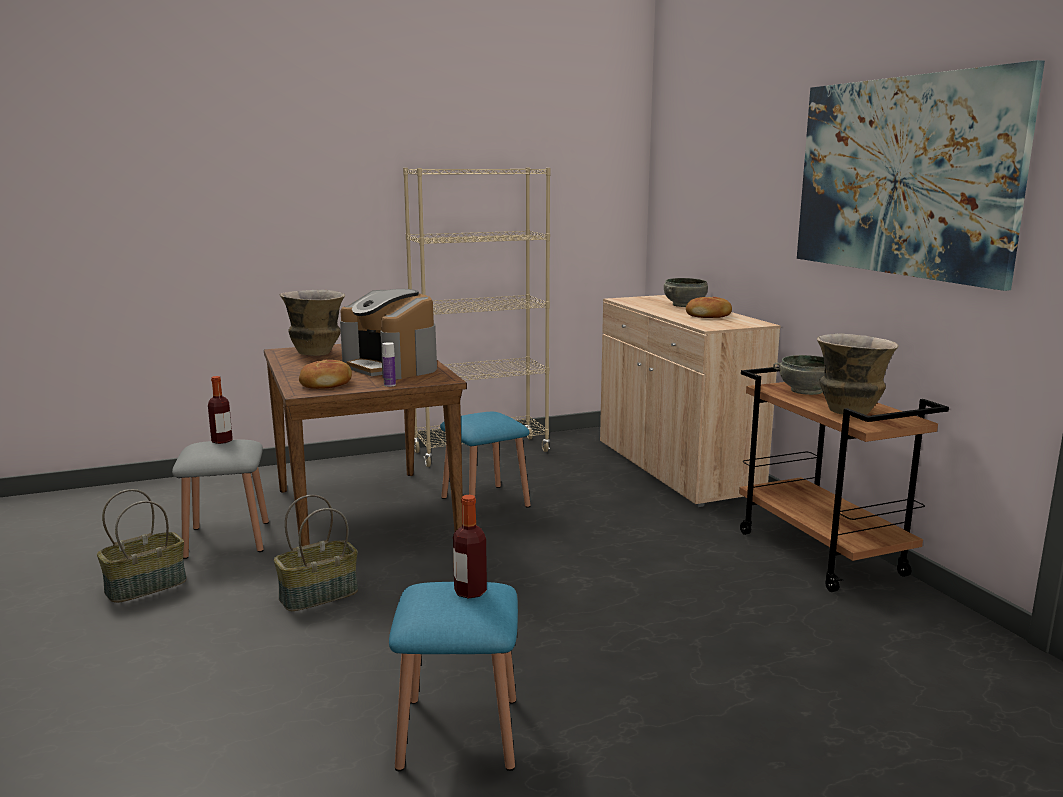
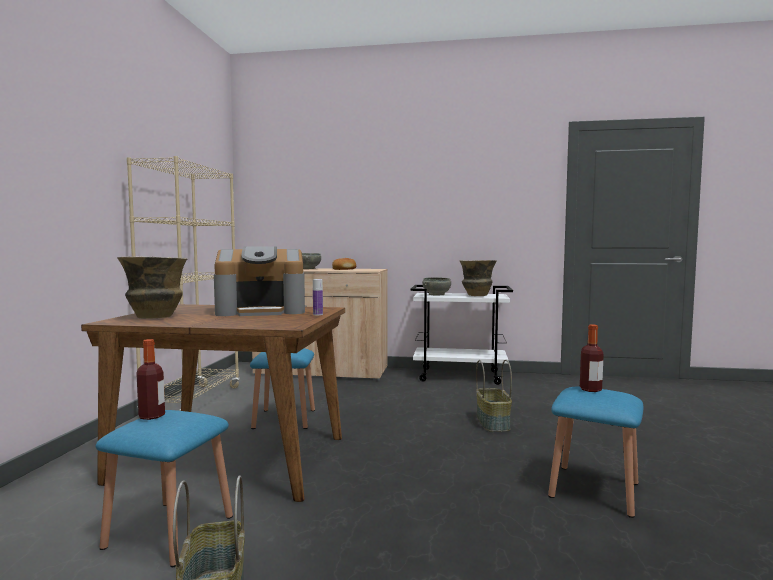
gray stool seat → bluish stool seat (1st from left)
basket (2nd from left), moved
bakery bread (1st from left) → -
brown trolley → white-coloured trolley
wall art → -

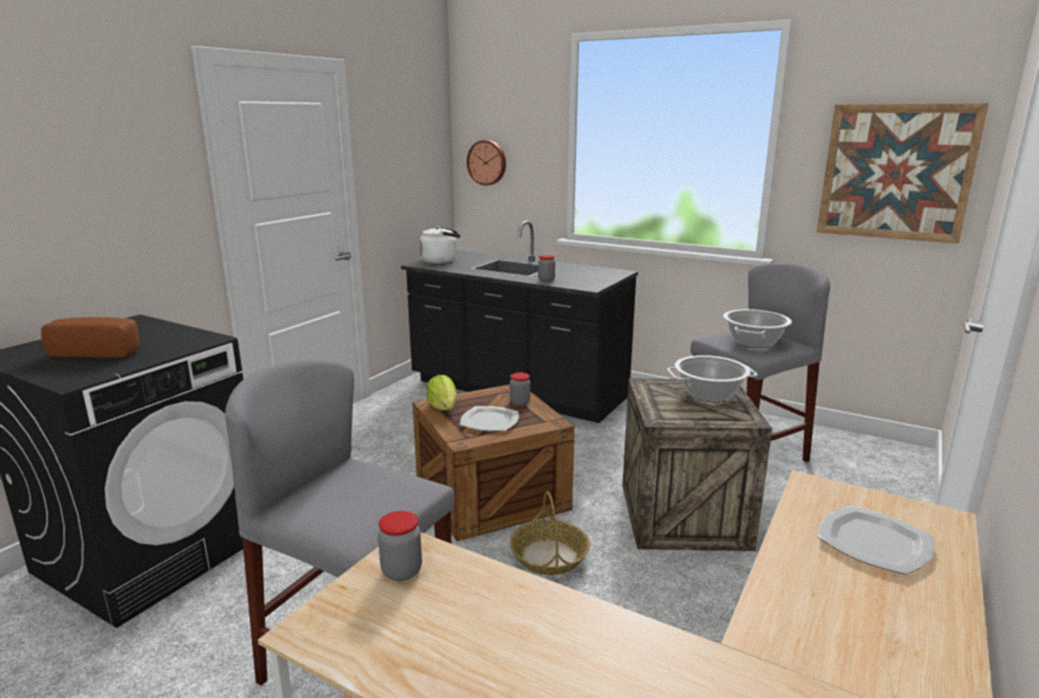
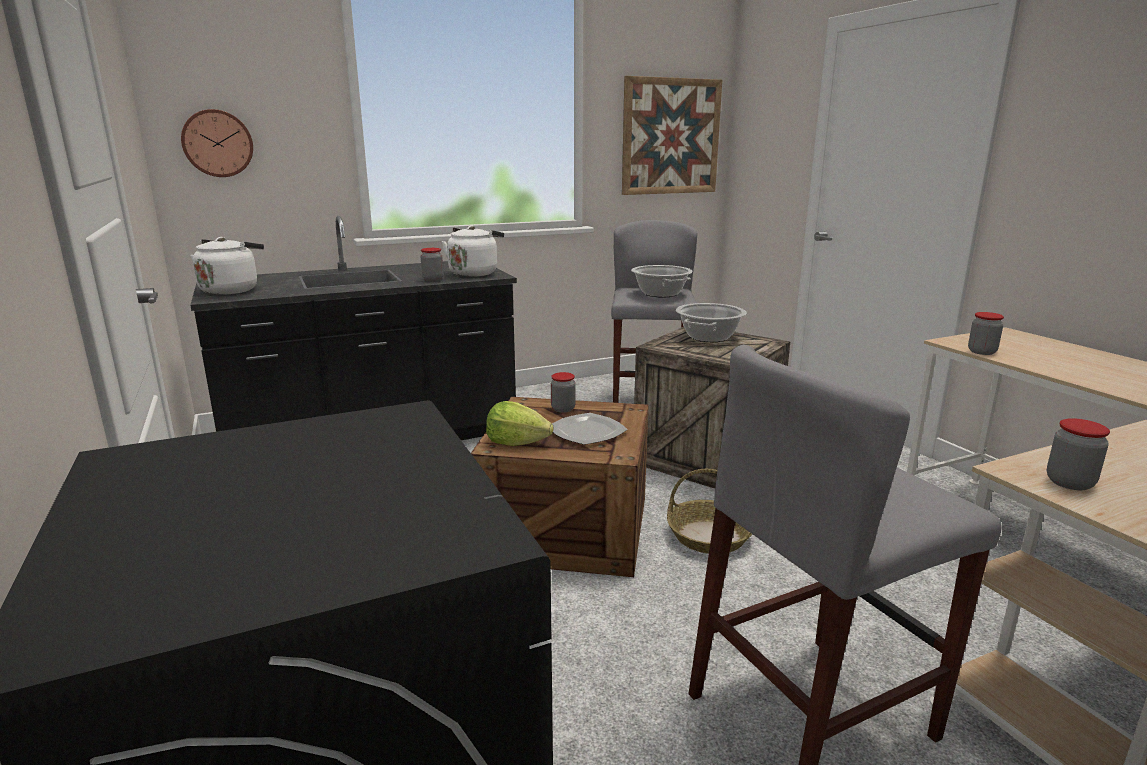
bakery bread → -
plate (2nd from left) → -
- → white-coloured kettle (2nd from left)
- → storage jar (3rd from left)

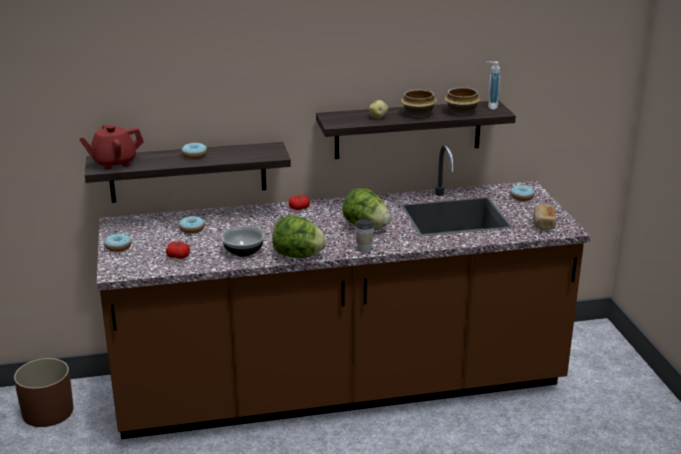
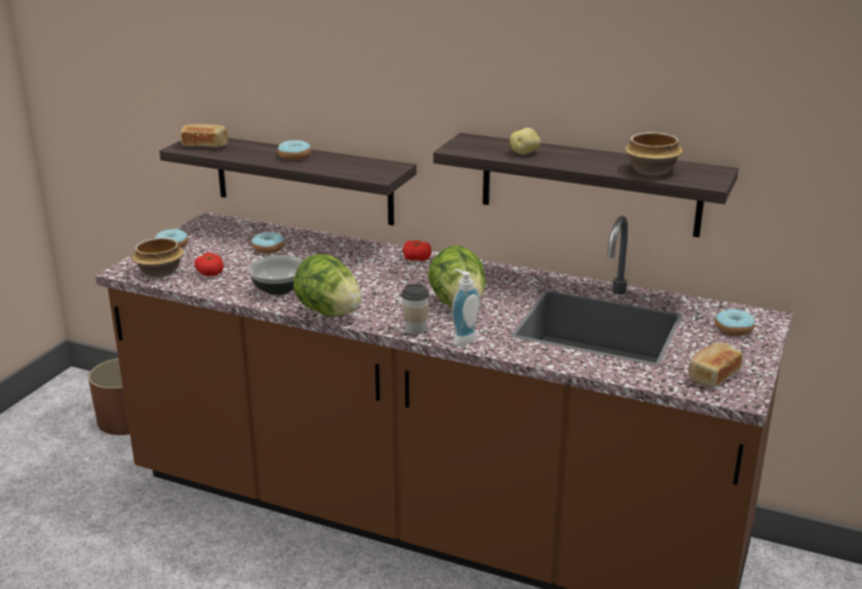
reddish teapot → bakery bread (1st from left)
serving bowl (2nd from left in the first image) → serving bowl (1st from left), moved
soap bottle, moved

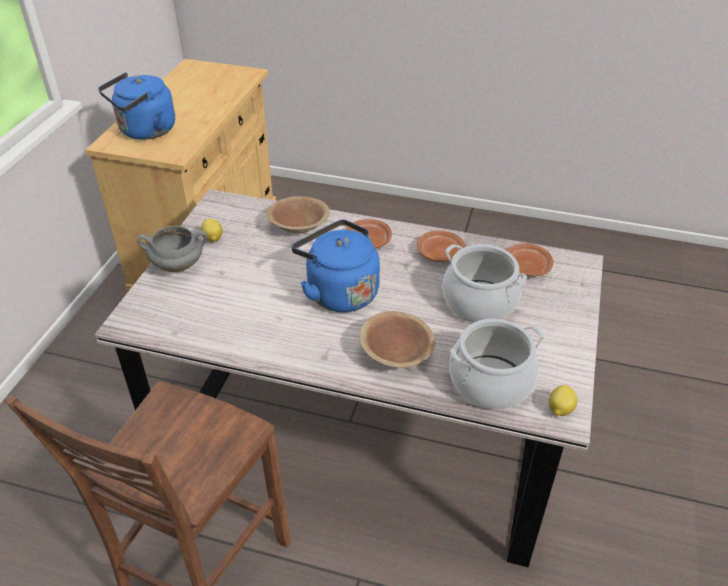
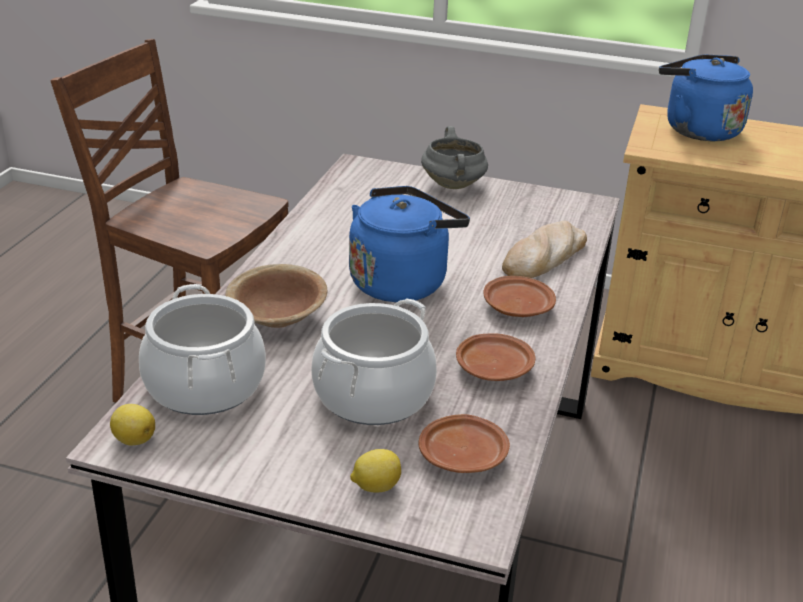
lemon (1st from left in the first image) → lemon (2nd from left), moved
brown serving bowl (1st from left) → bakery bread

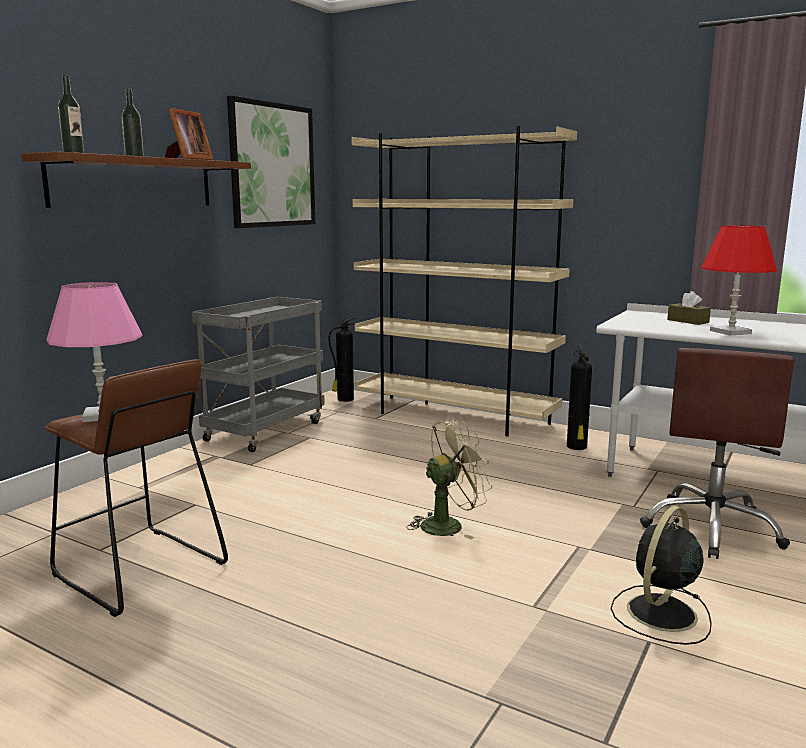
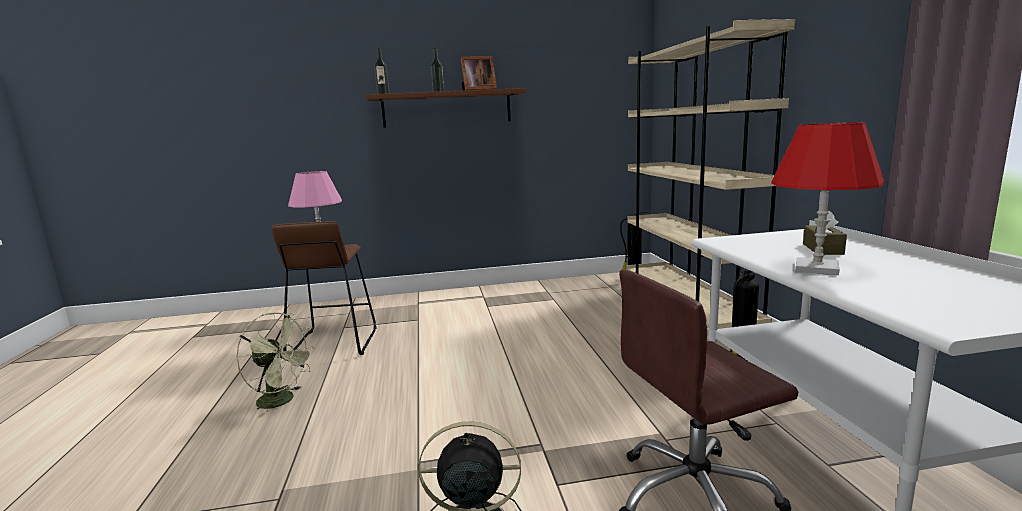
gray trolley → -
wall art → -
green electric fan, moved

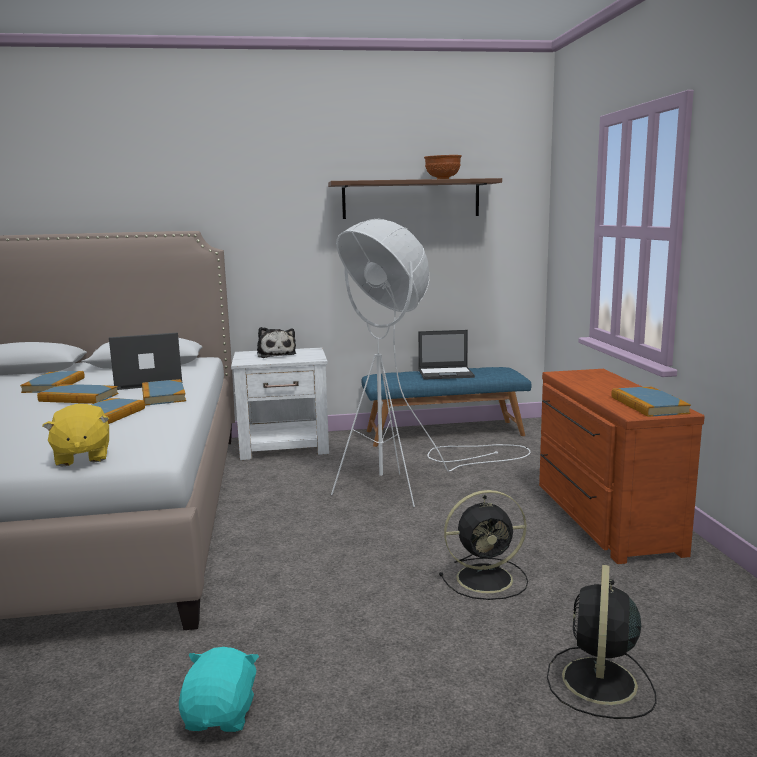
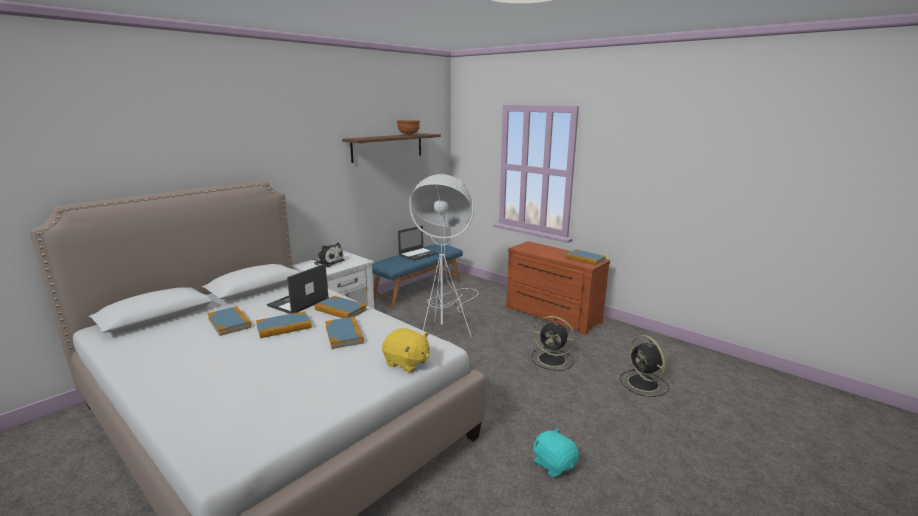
black-coloured electric fan (1st from left), 75 degrees clockwise

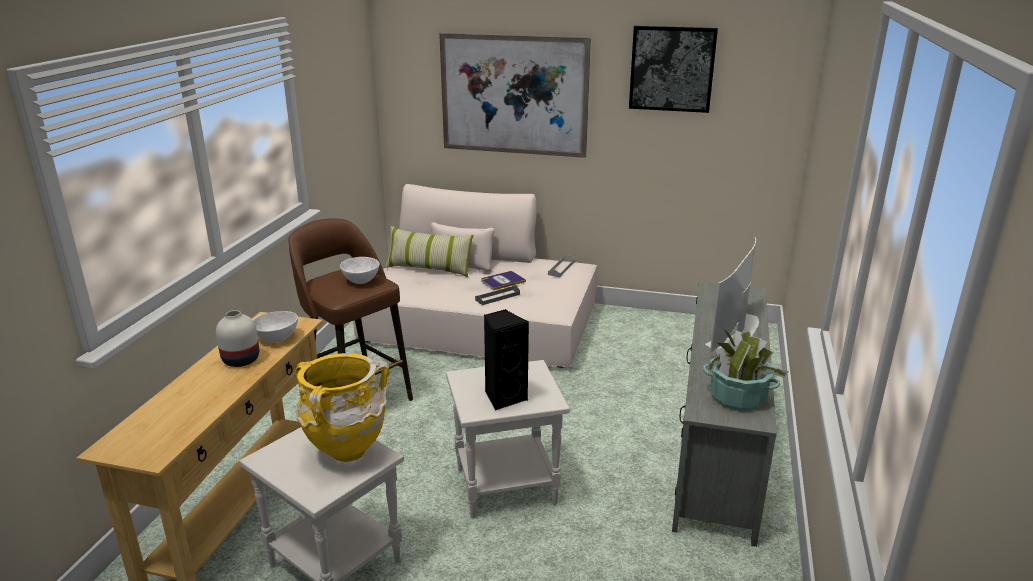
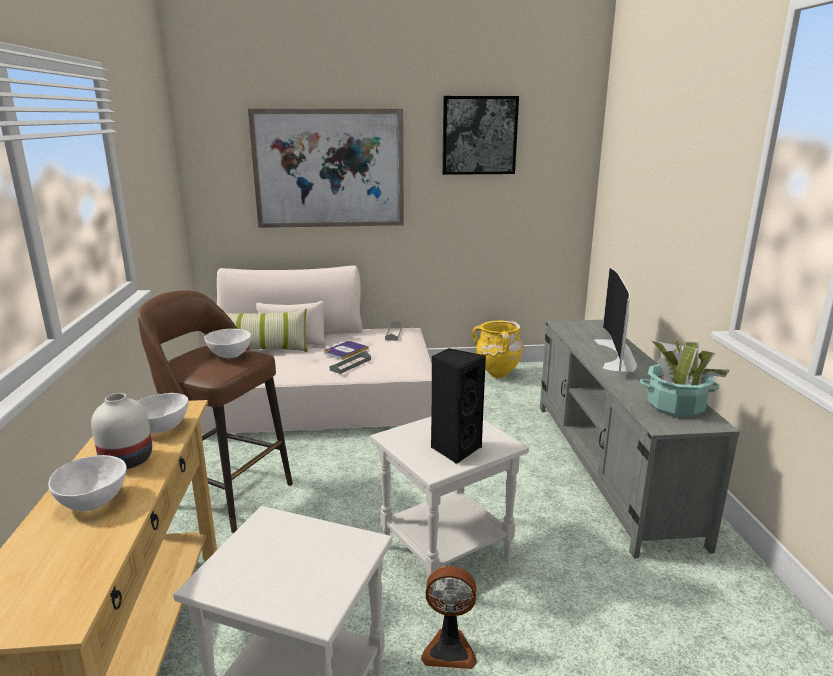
yellowish flower vase, moved
- → white-coloured serving bowl (1st from left)
- → electric fan

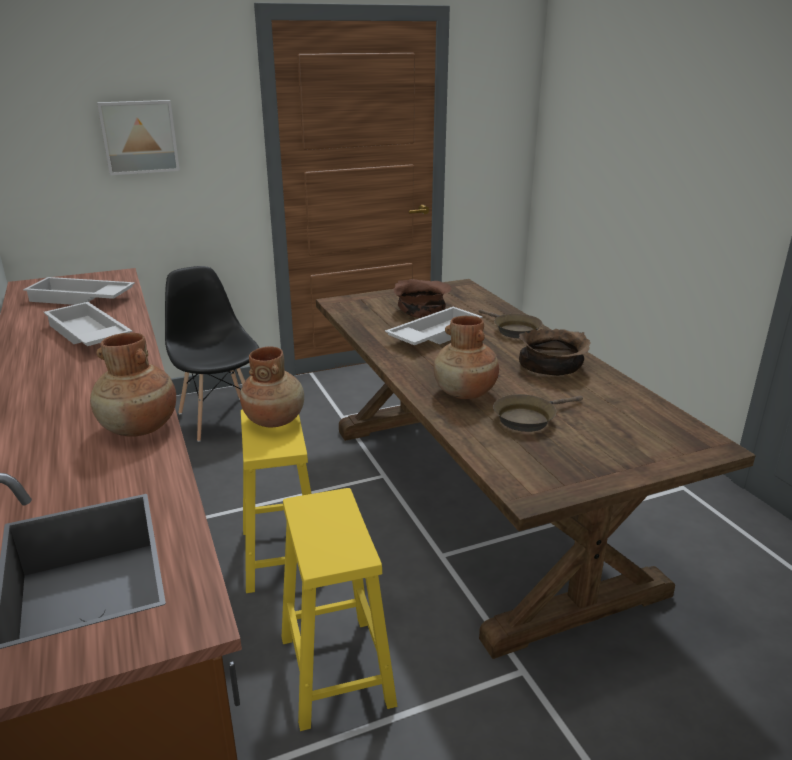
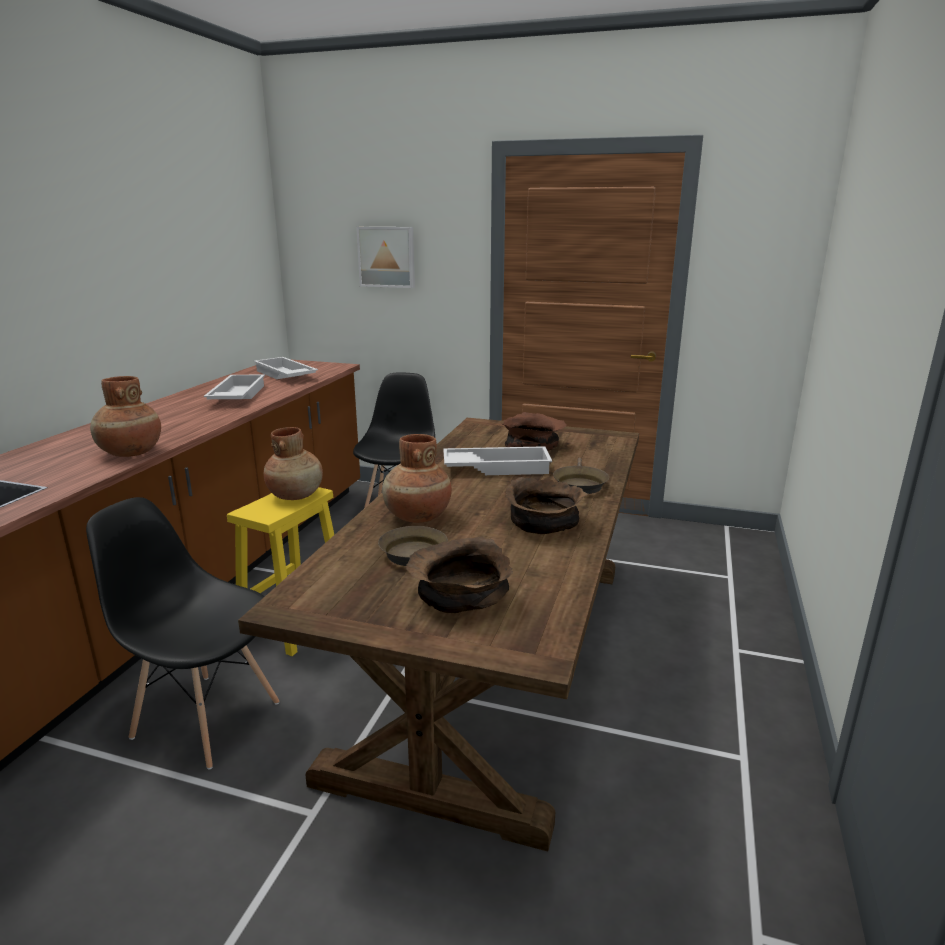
yellowish stool seat (2nd from left) → black-coloured plain chair (1st from left)
- → brown serving bowl (1st from left)

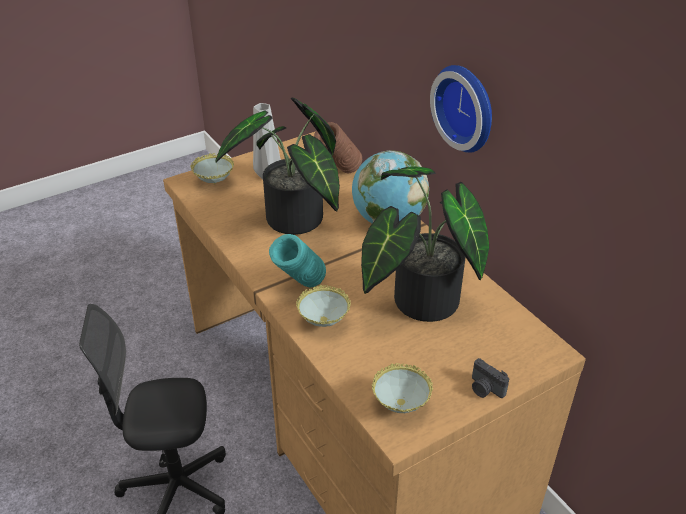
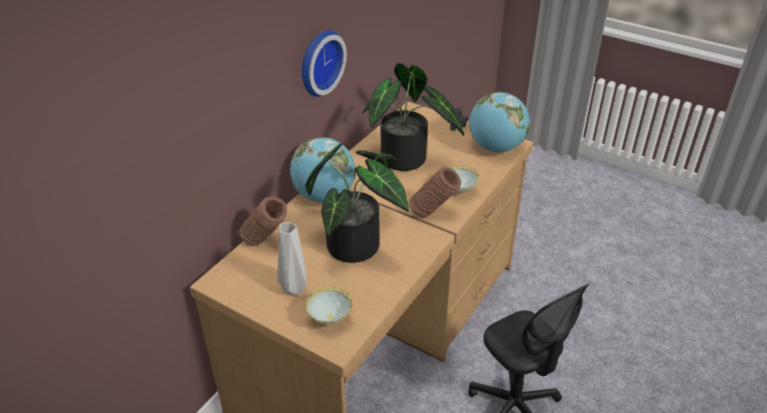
turquoise-coloured flower vase → brown flower vase (2nd from left)
serving bowl (3rd from left) → desk globe (2nd from left)

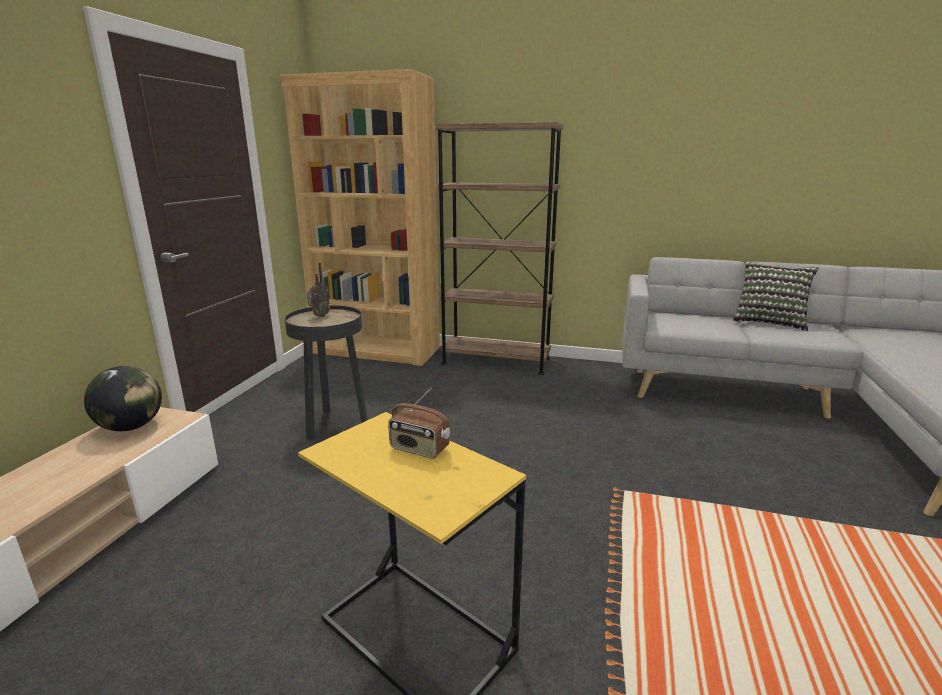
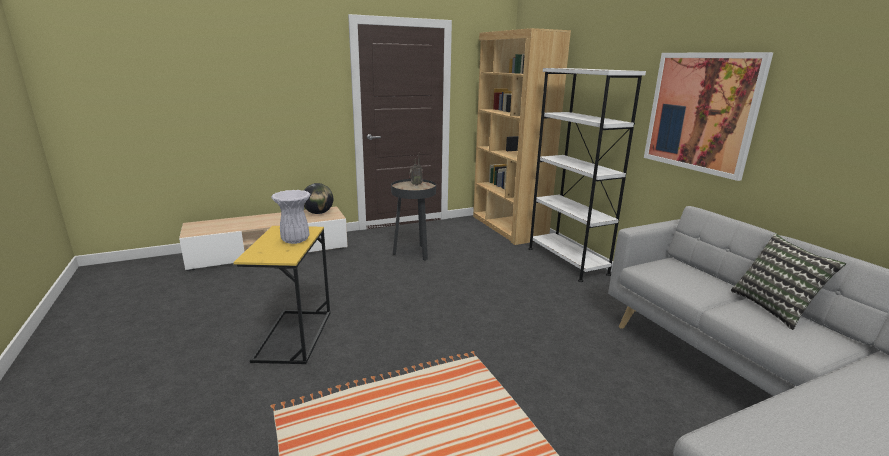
radio receiver (2nd from left) → white-coloured flower vase
brown shelving unit (2nd from left) → white-coloured shelving unit
- → wall art

